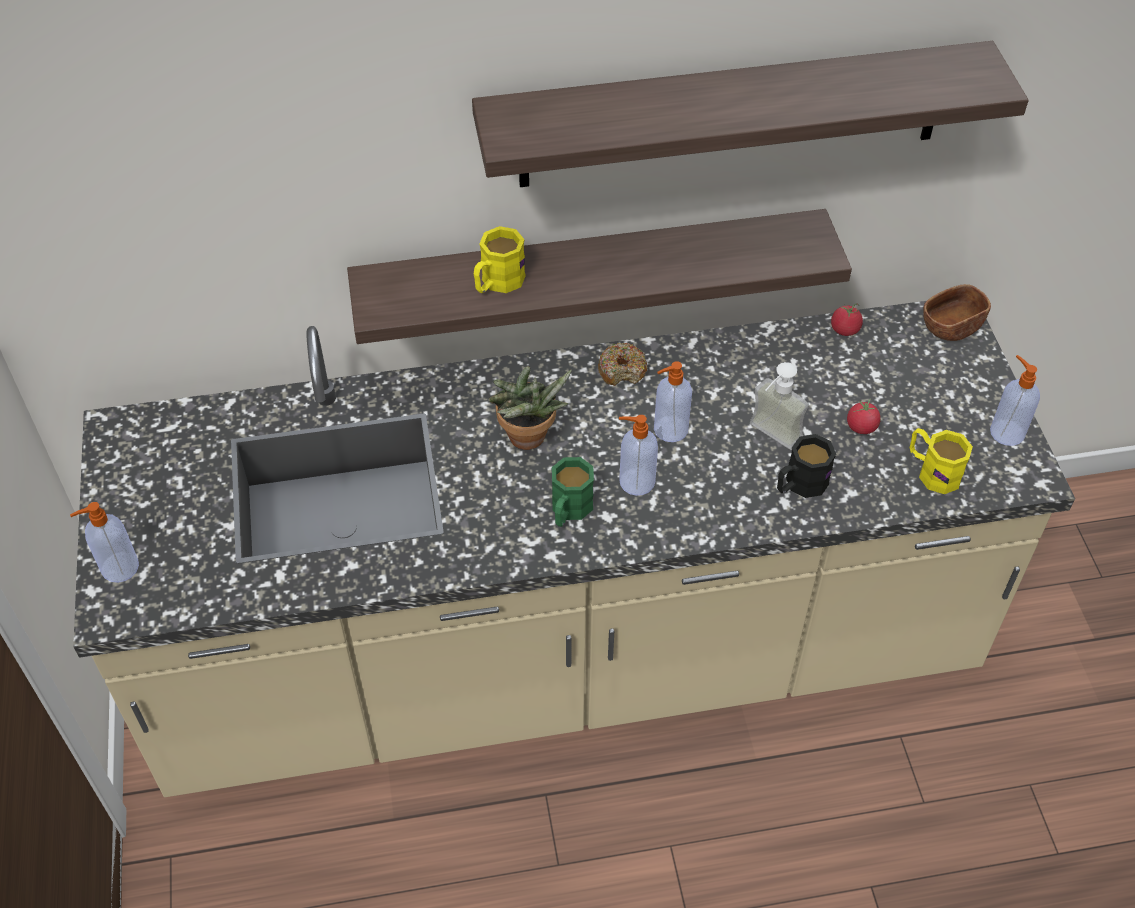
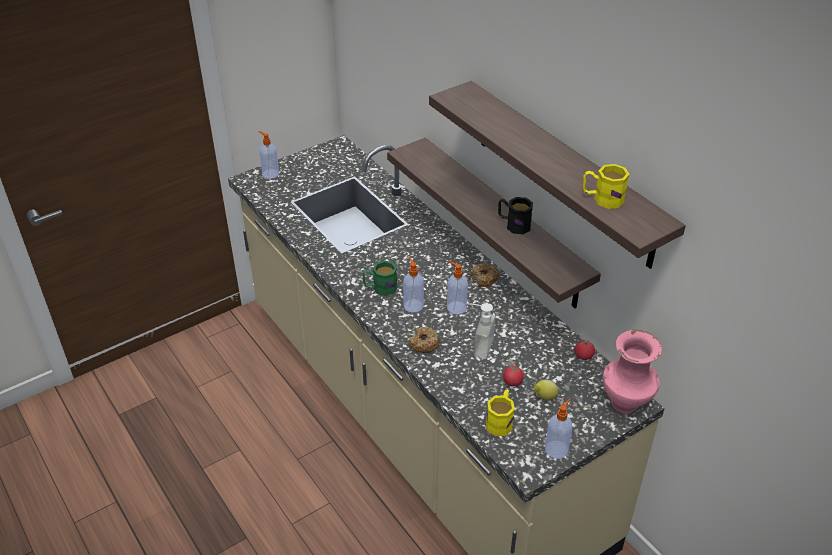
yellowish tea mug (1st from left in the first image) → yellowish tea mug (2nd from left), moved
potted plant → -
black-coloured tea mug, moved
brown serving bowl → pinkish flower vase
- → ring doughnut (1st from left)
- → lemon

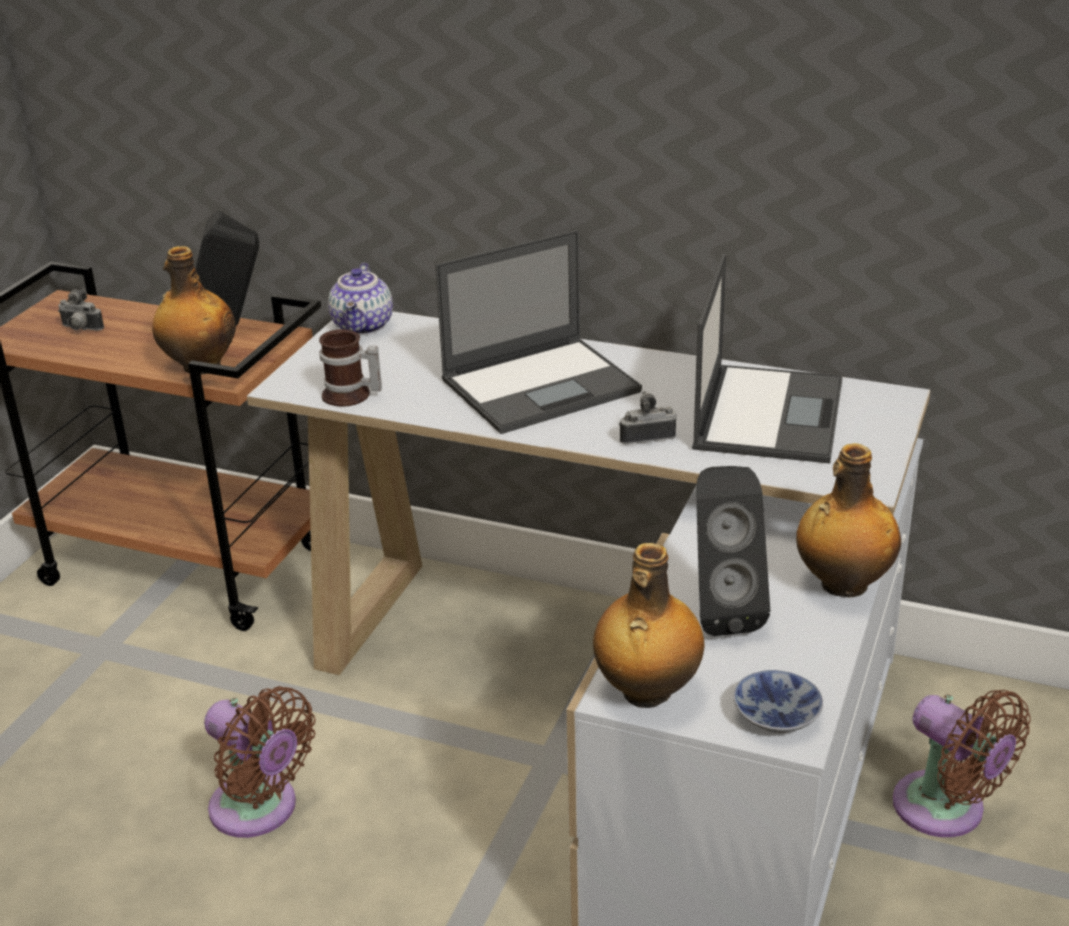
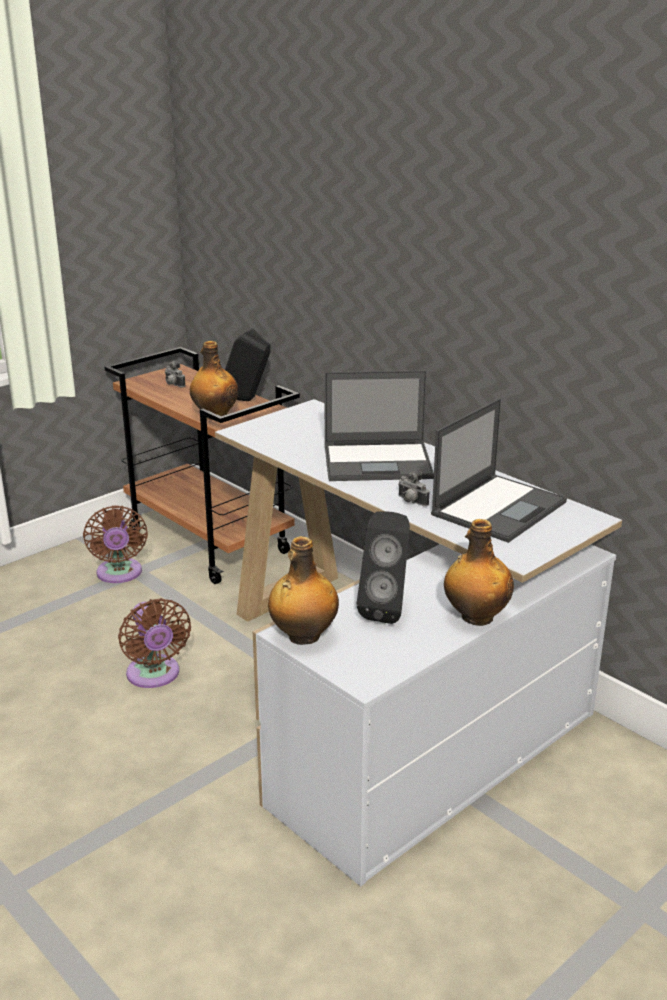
tea mug → -
teapot → -
photo camera (2nd from left), 150 degrees counterclockwise
serving bowl → -
brown electric fan (2nd from left in the first image) → brown electric fan (1st from left), moved

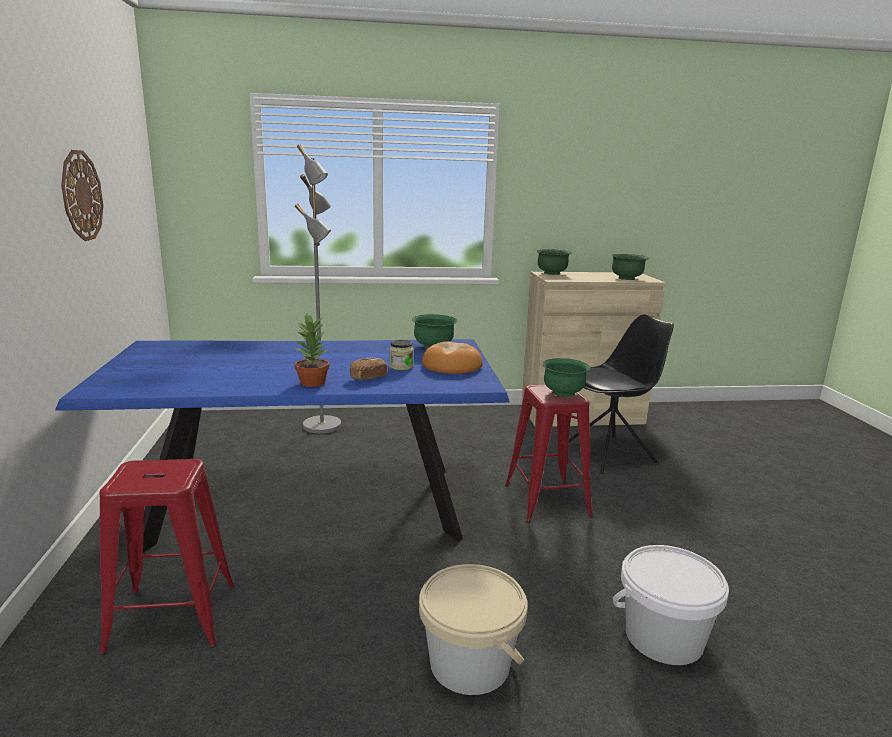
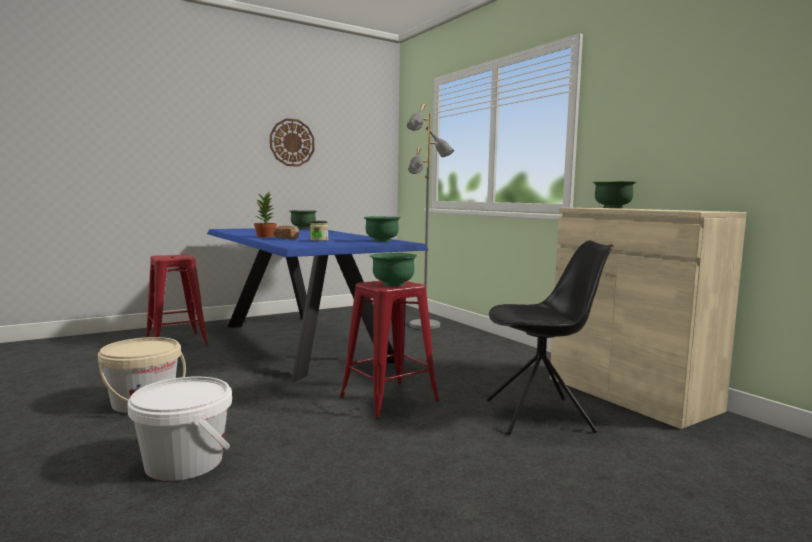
bakery bread (2nd from left) → -
black-coloured plain chair, 45 degrees counterclockwise
green serving bowl (4th from left in the first image) → green serving bowl (1st from left), moved

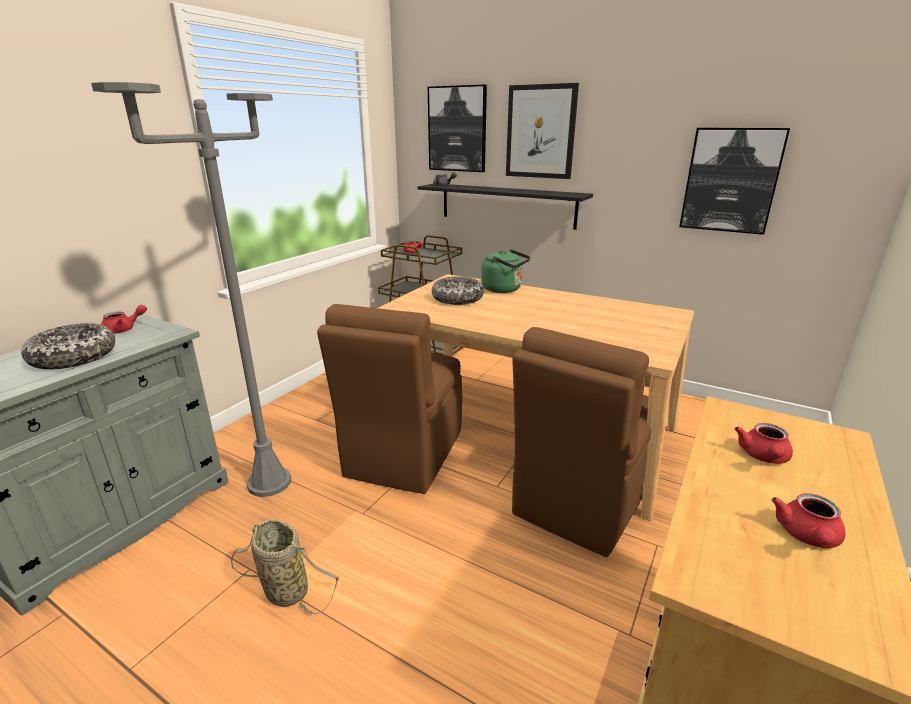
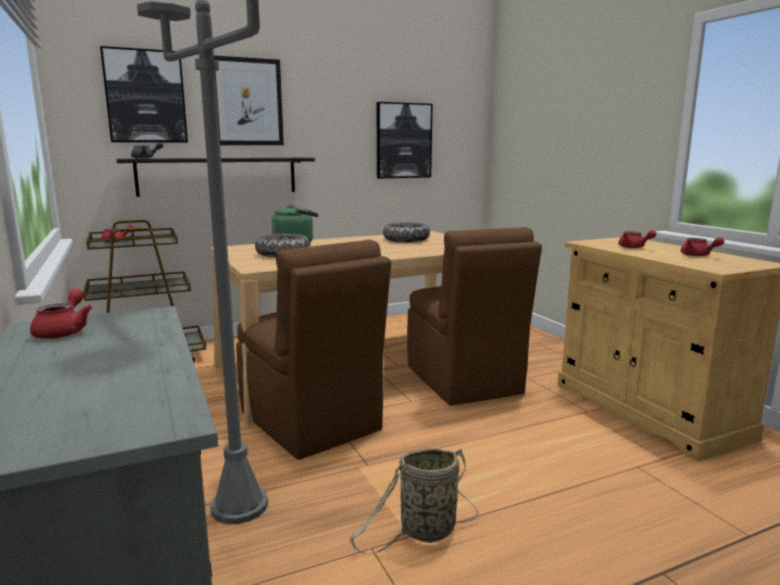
serving bowl (1st from left in the first image) → serving bowl (2nd from left), moved

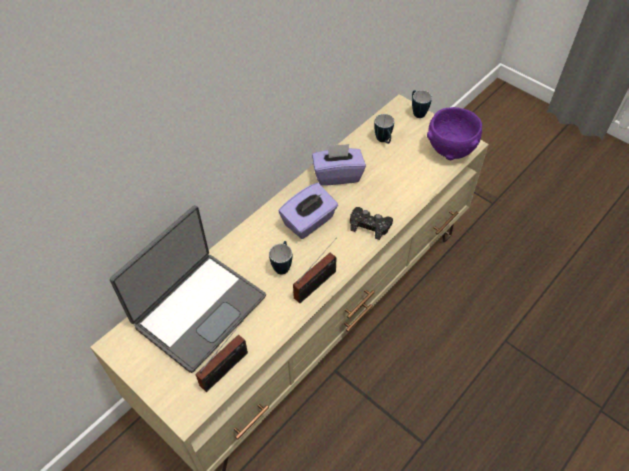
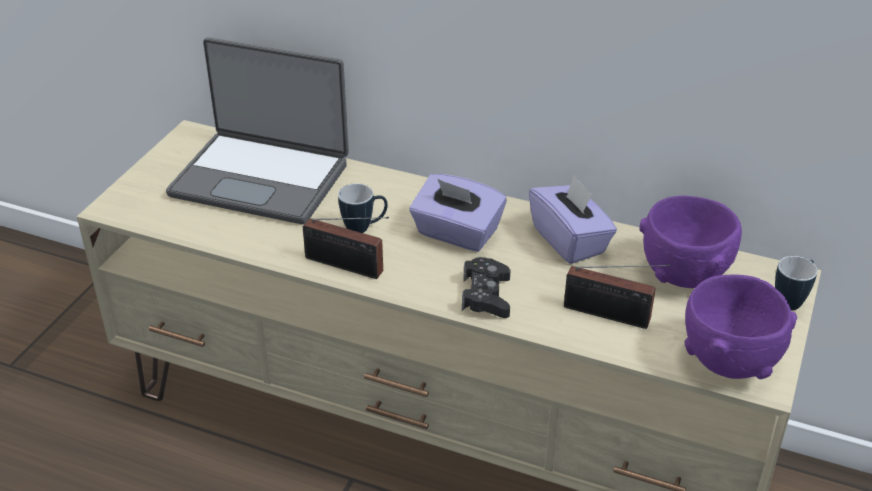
radio receiver (1st from left in the first image) → radio receiver (2nd from left), moved
tea mug (2nd from left) → purplish serving bowl (1st from left)

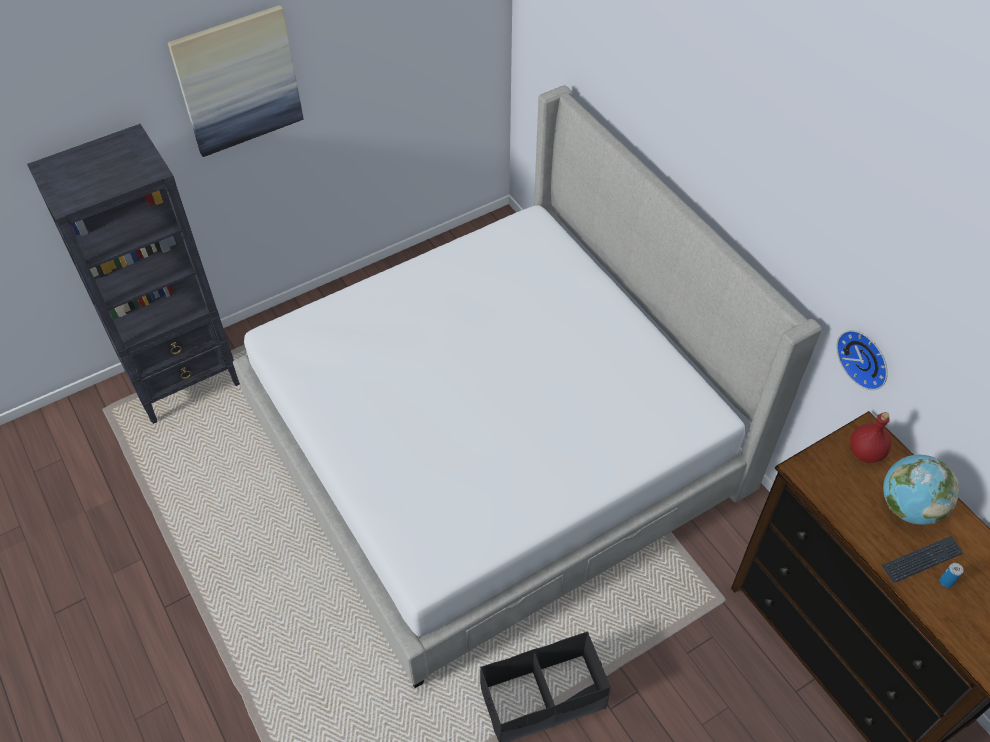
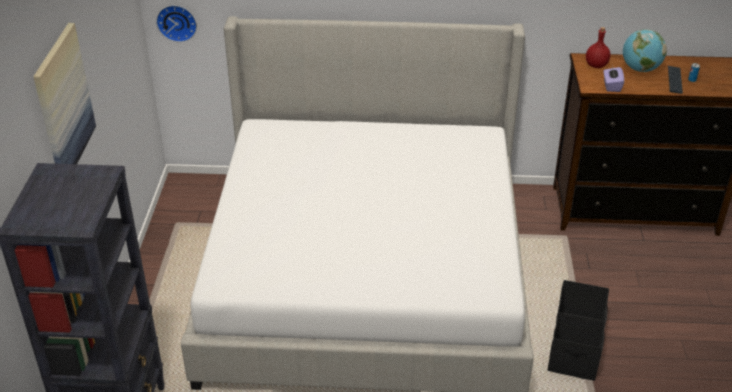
clock on the wall, moved
- → purplish box of tissues

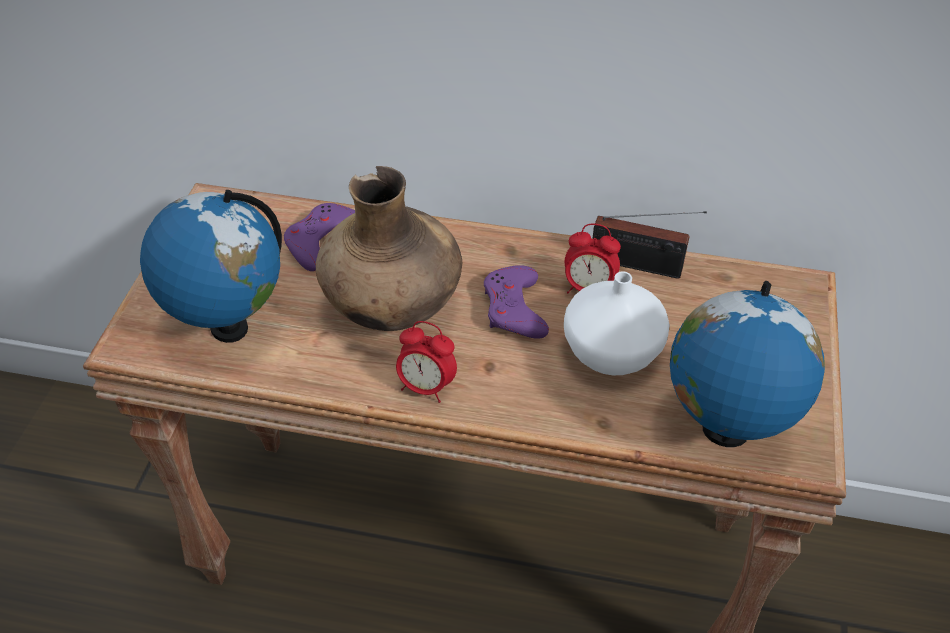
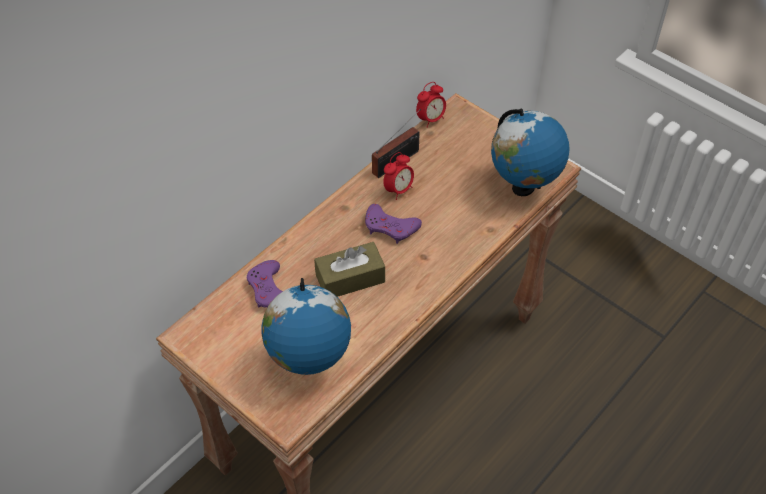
brown flower vase → brown box of tissues
alarm clock (1st from left in the first image) → alarm clock (2nd from left), moved
white-coloured flower vase → -

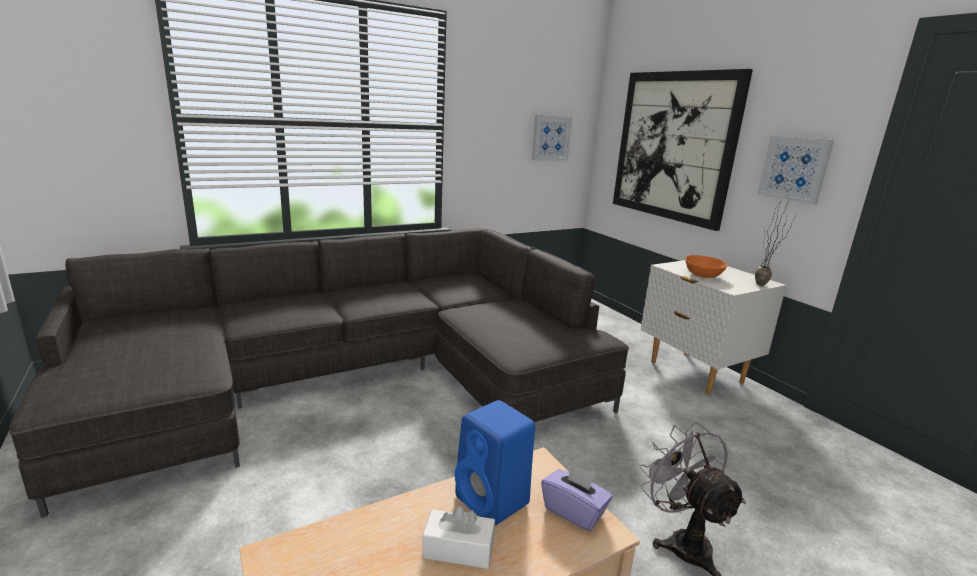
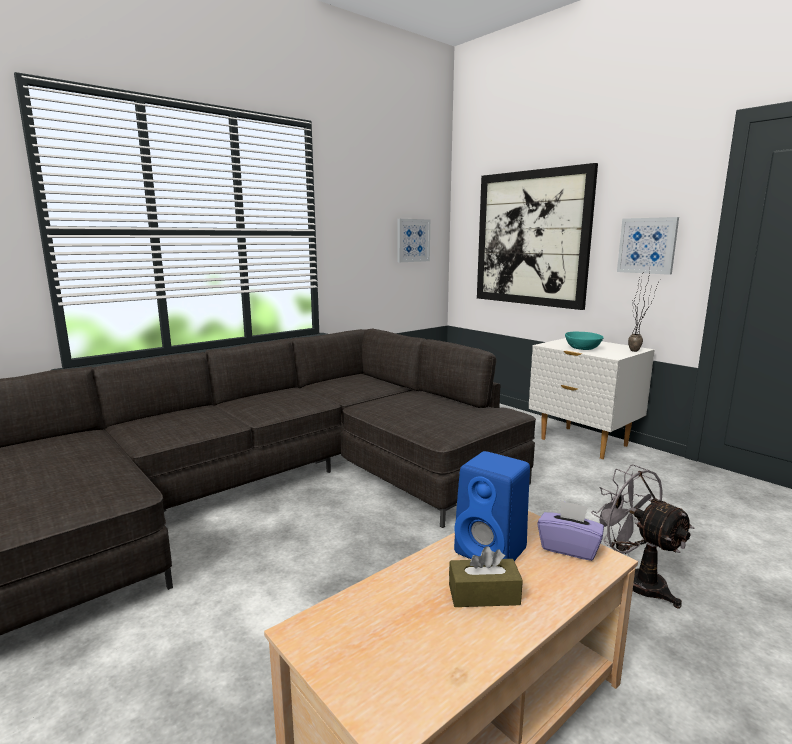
white-coloured box of tissues → brown box of tissues
orange serving bowl → turquoise-coloured serving bowl

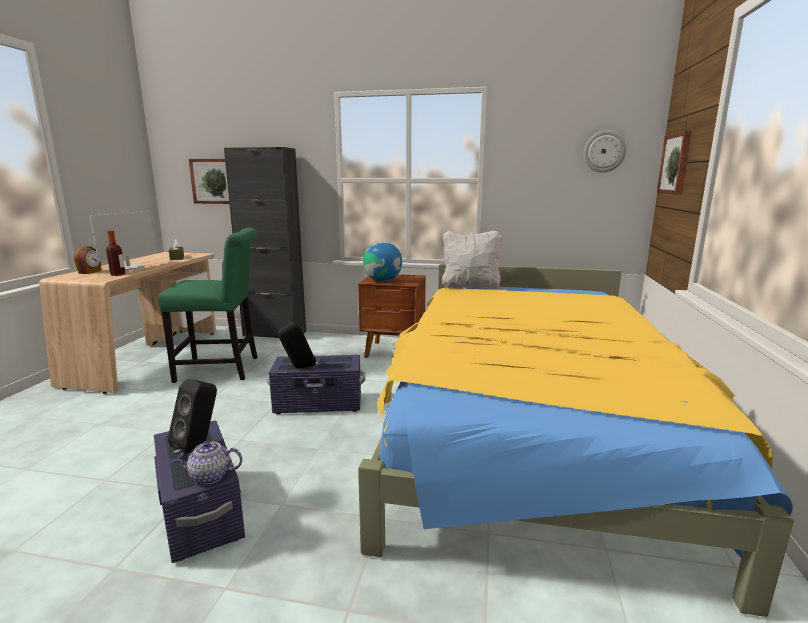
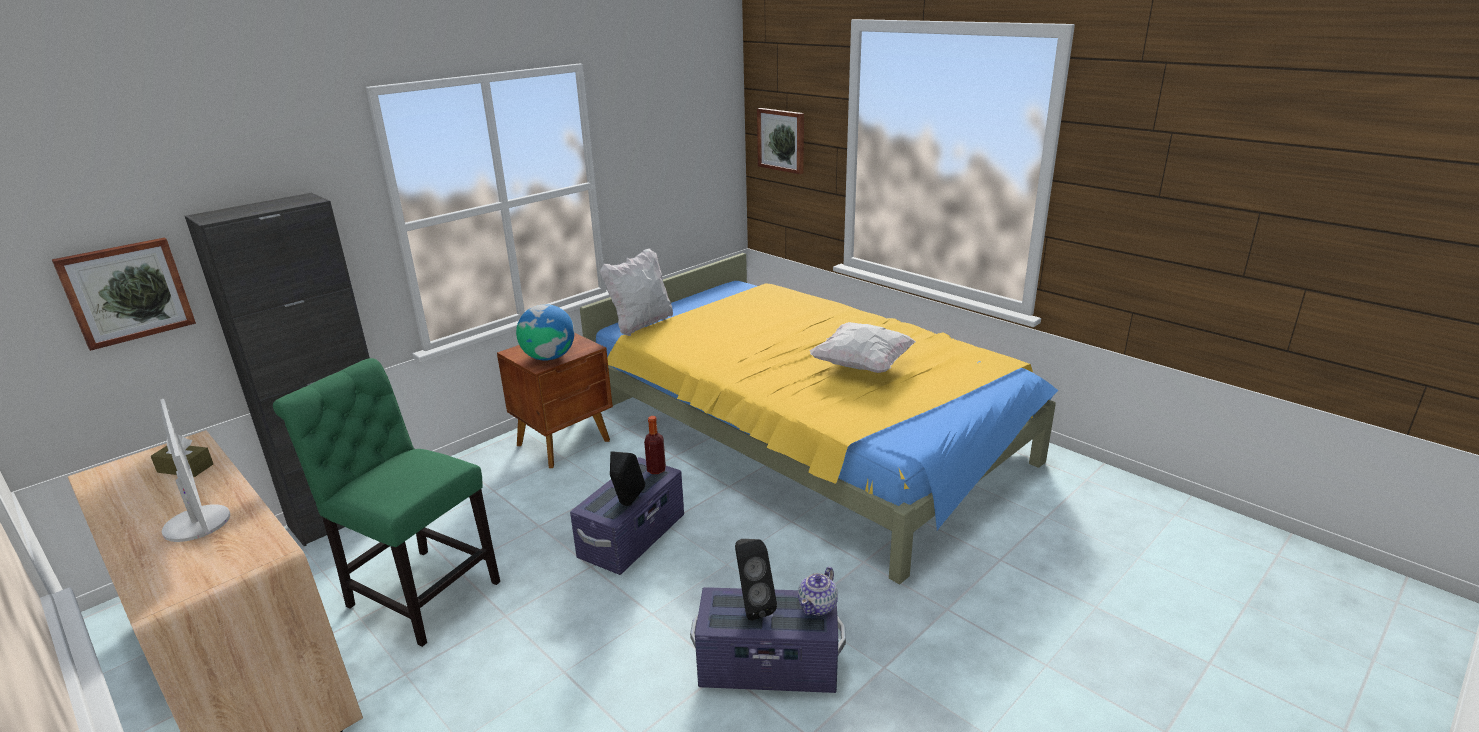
alarm clock → -
drink bottle, moved
green plain chair, 90 degrees counterclockwise
clock on the wall → -
- → white-coloured pillow (2nd from left)

